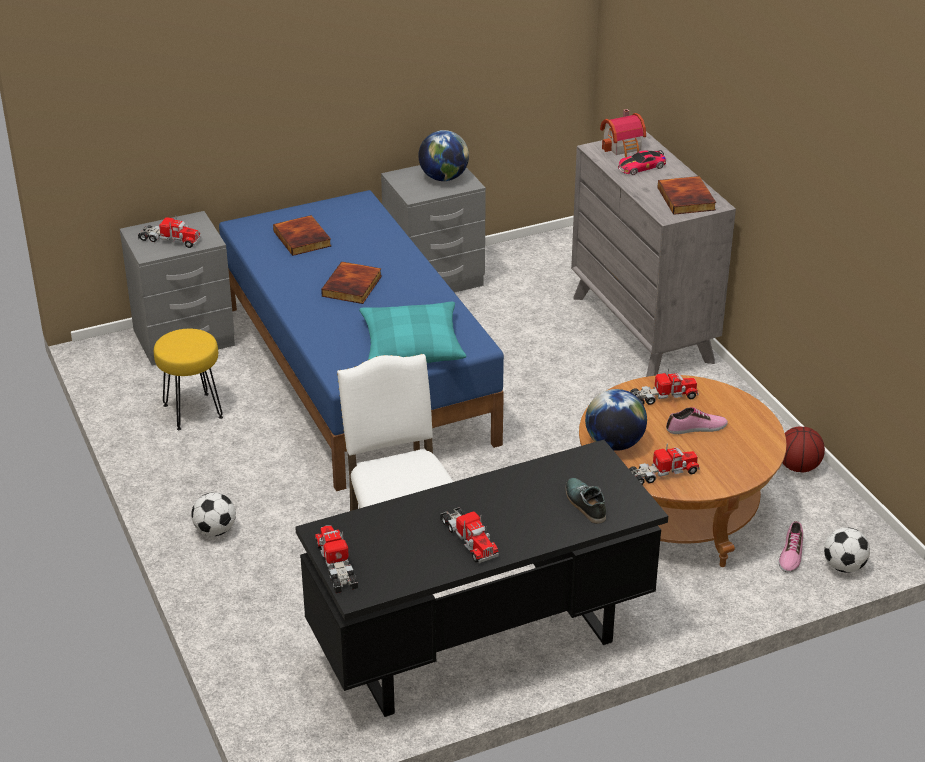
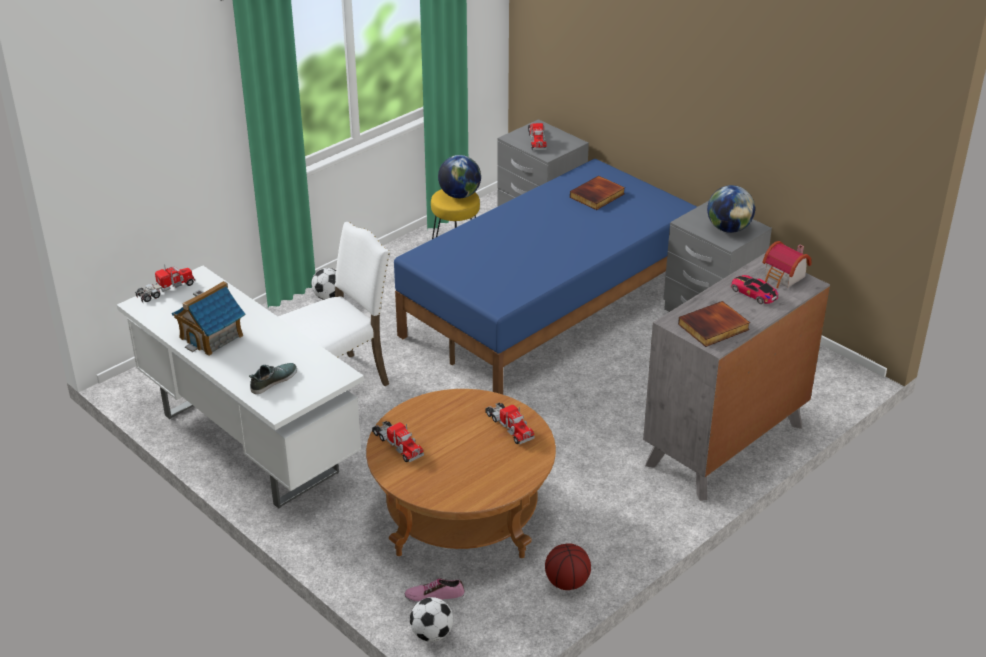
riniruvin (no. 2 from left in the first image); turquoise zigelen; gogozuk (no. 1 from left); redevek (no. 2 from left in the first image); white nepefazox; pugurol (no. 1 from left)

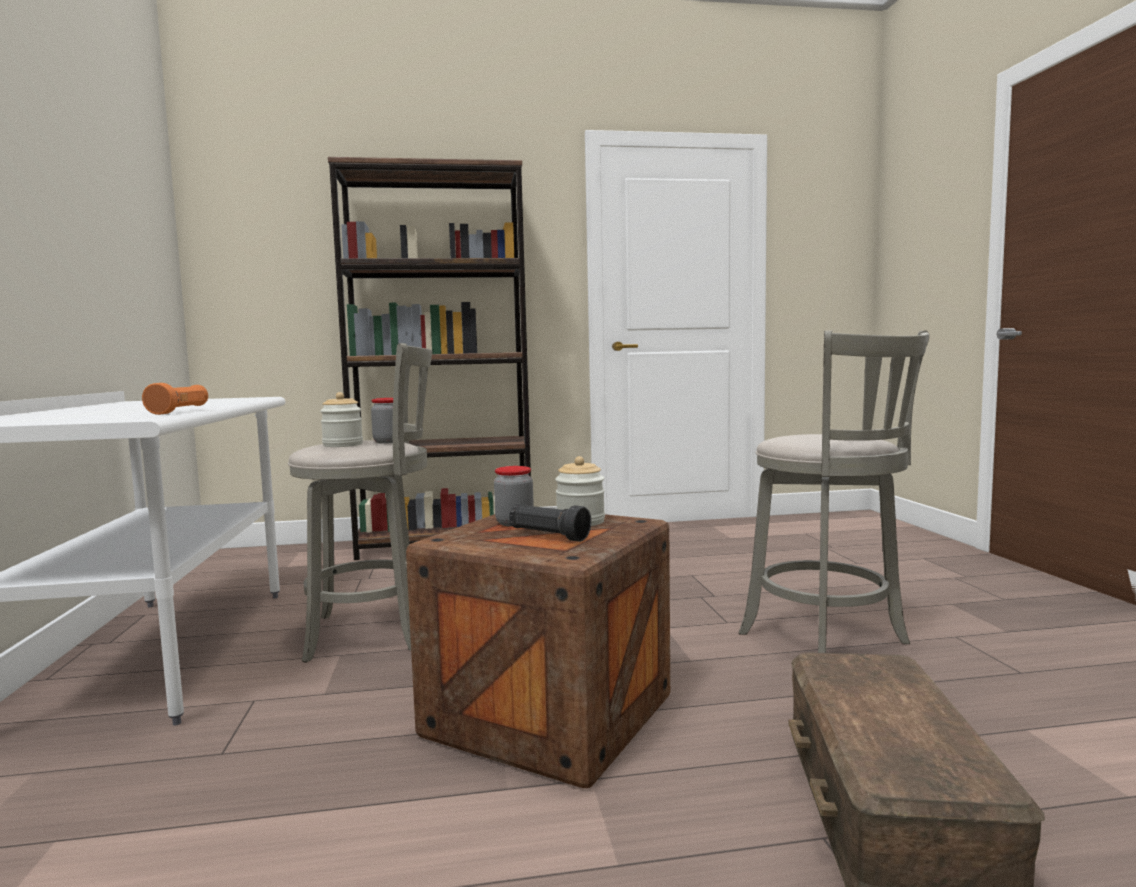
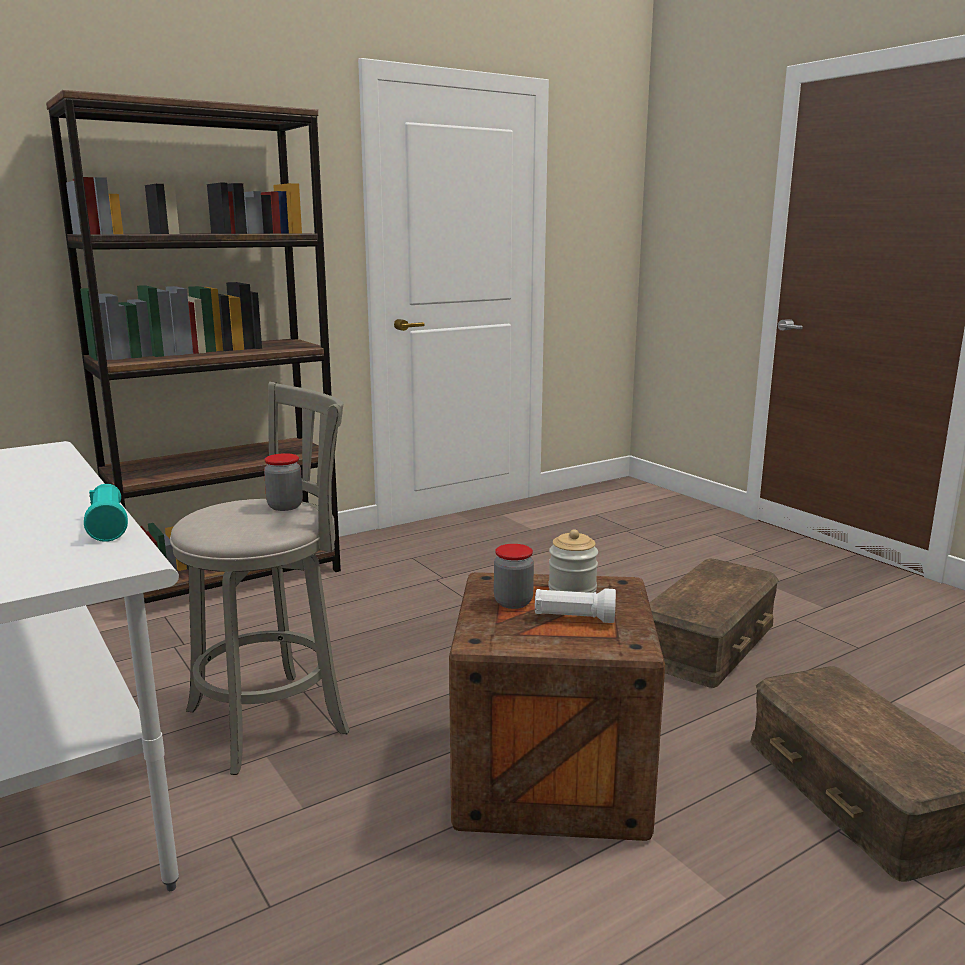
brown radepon (no. 1 from left); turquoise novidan; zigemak (no. 1 from left in the first image); white novidan

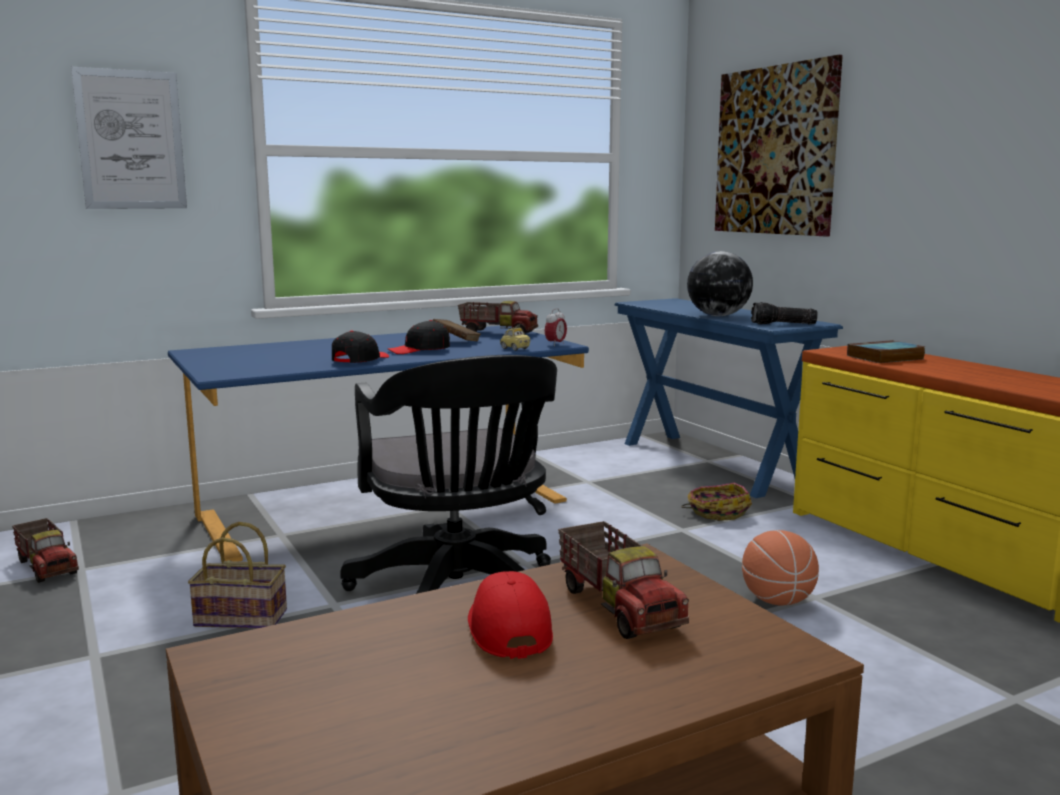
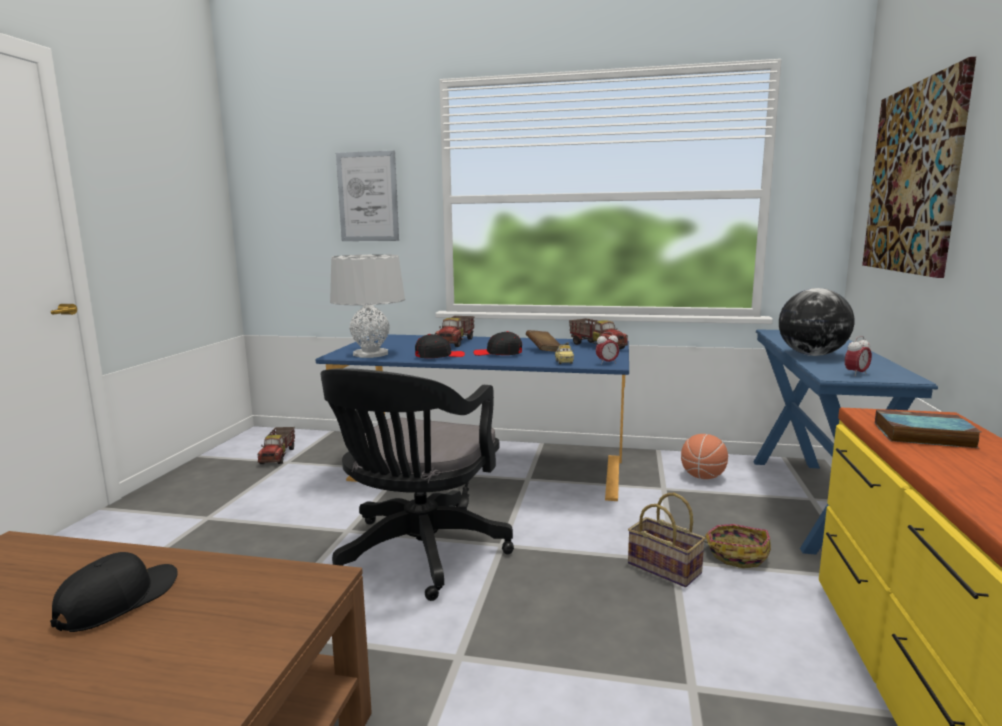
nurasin (no. 2 from left); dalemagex (no. 2 from left); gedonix (no. 1 from left); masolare; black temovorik (no. 1 from left); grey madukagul

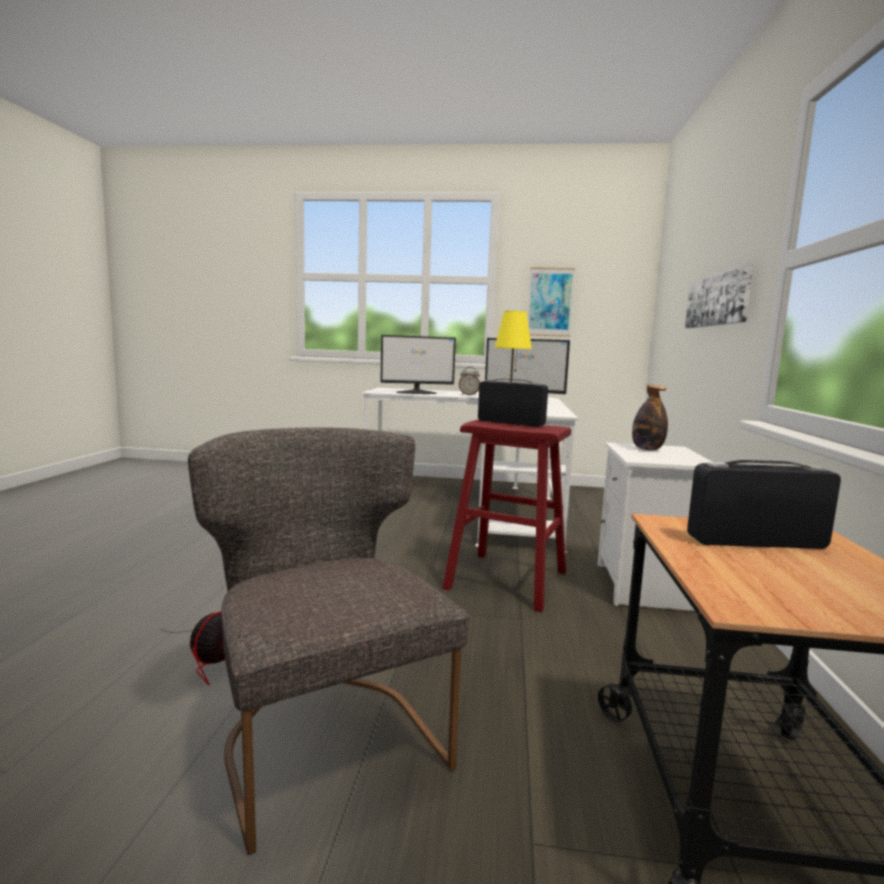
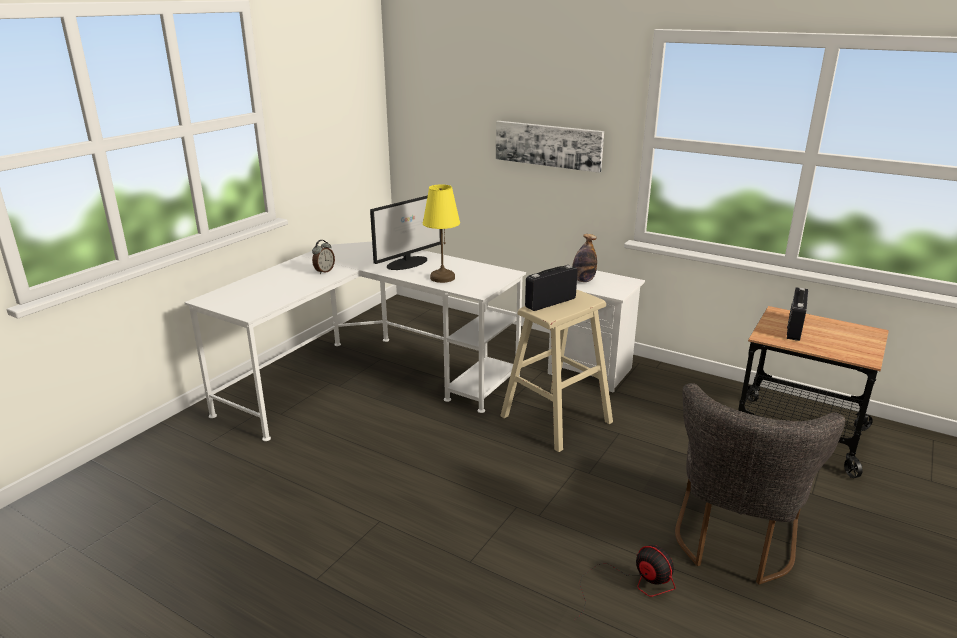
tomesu (no. 1 from left in the first image); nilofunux (no. 1 from left in the first image); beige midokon; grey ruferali

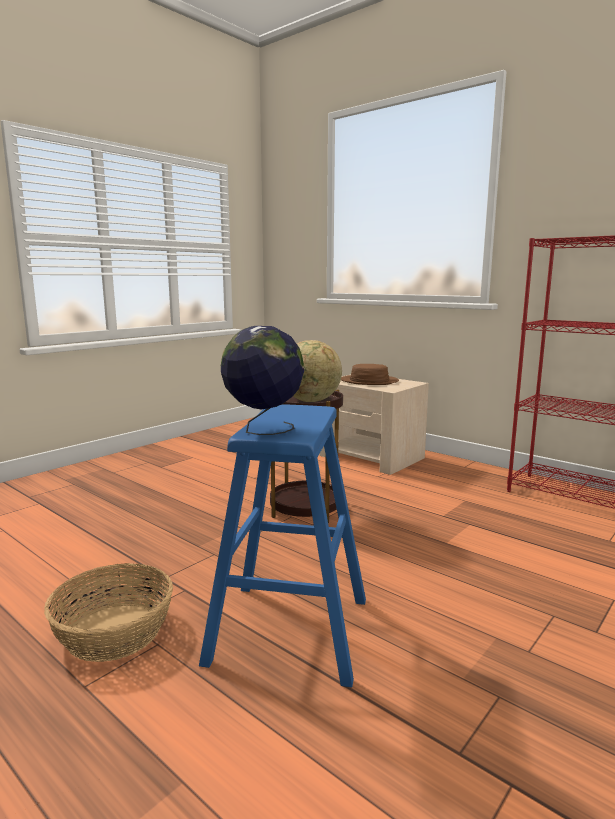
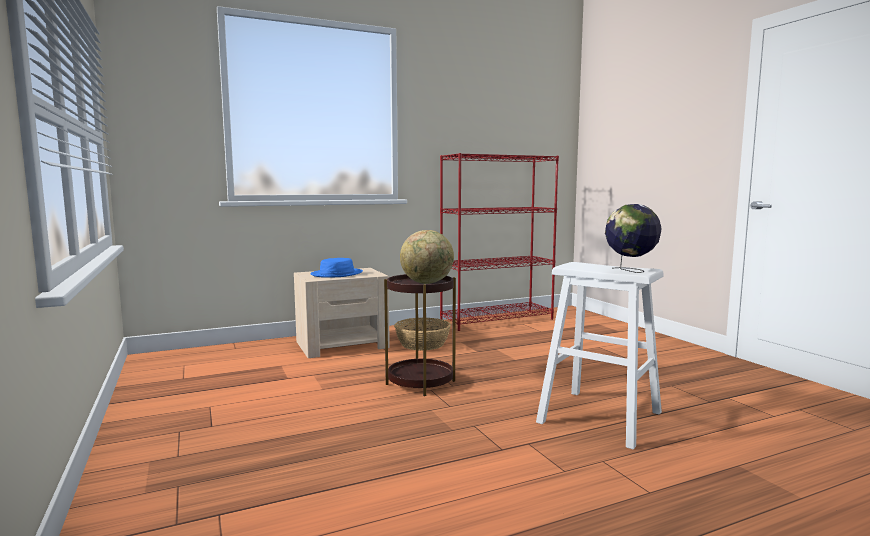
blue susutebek; white midokon; gedonix

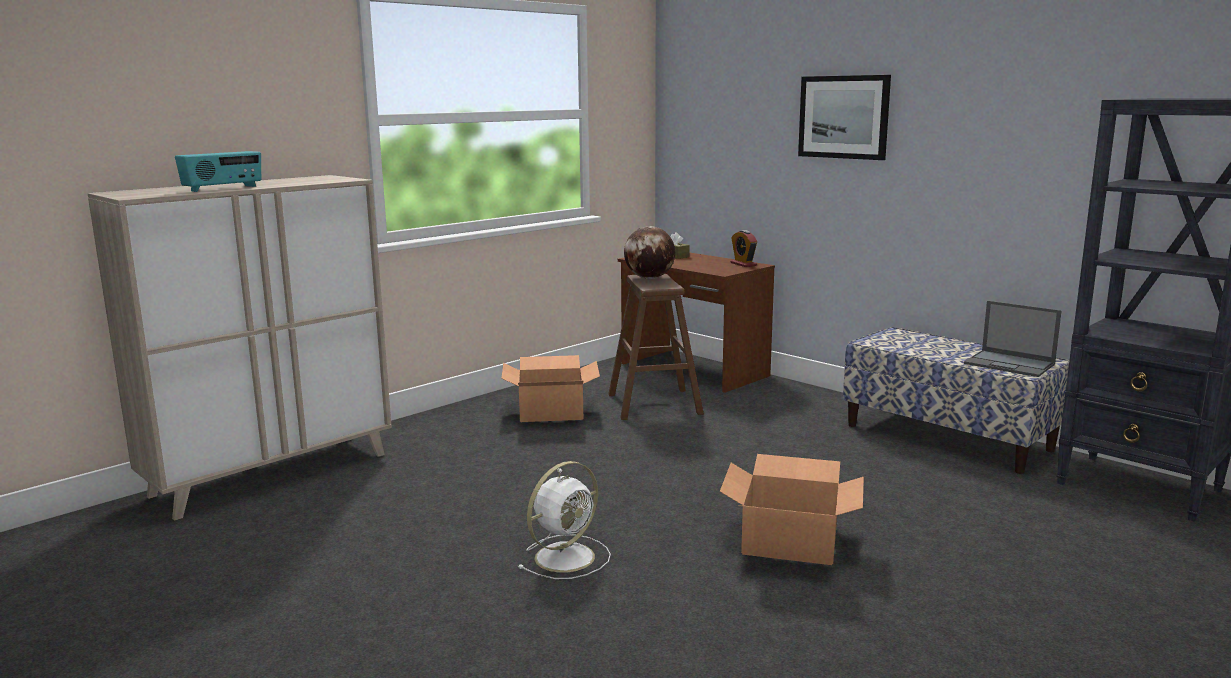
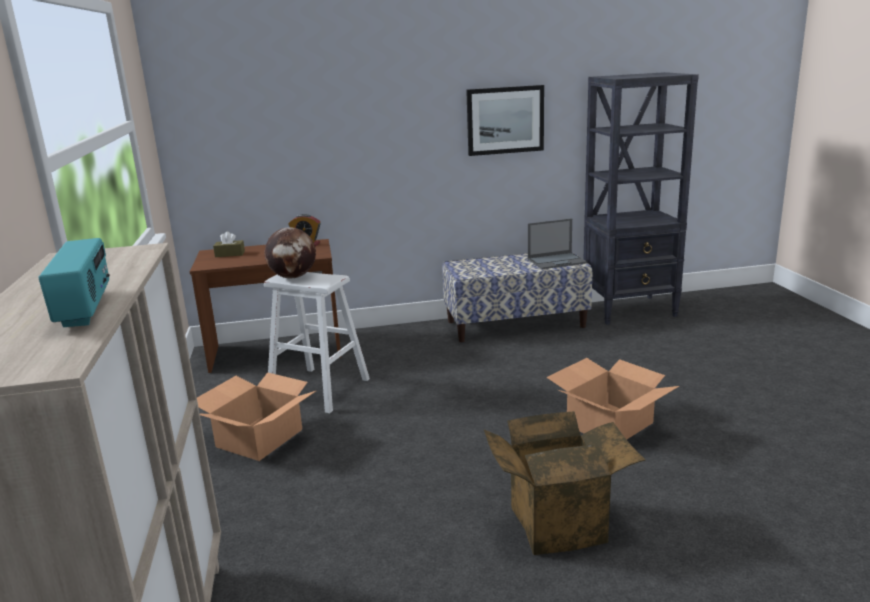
tomesu; white midokon; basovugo (no. 2 from left)

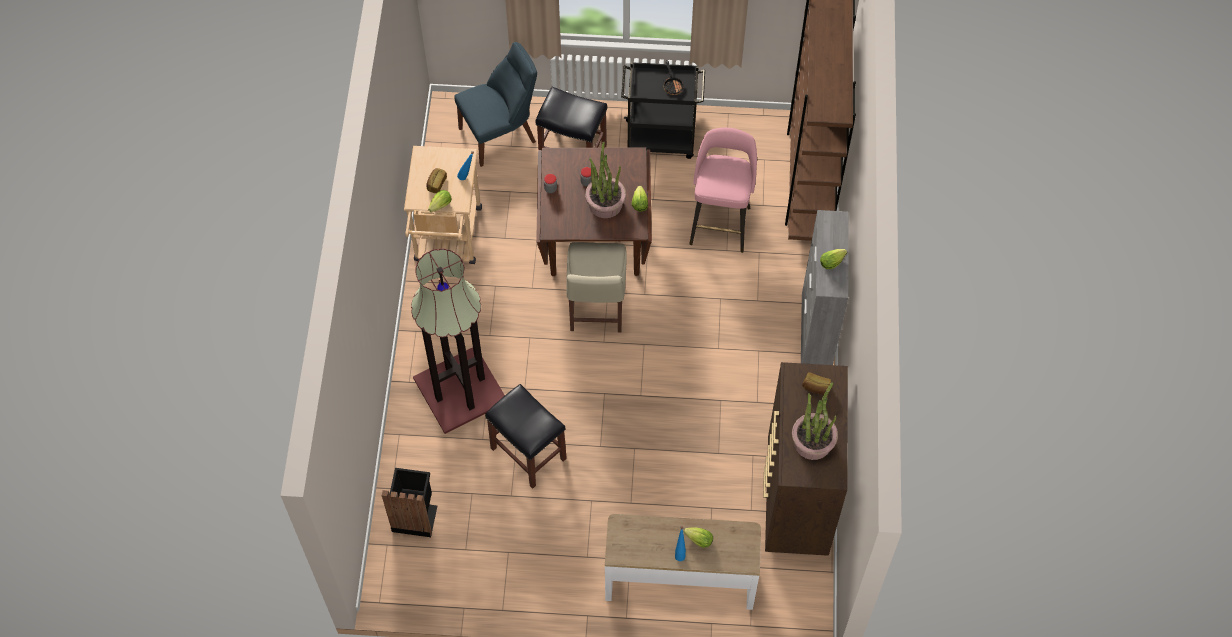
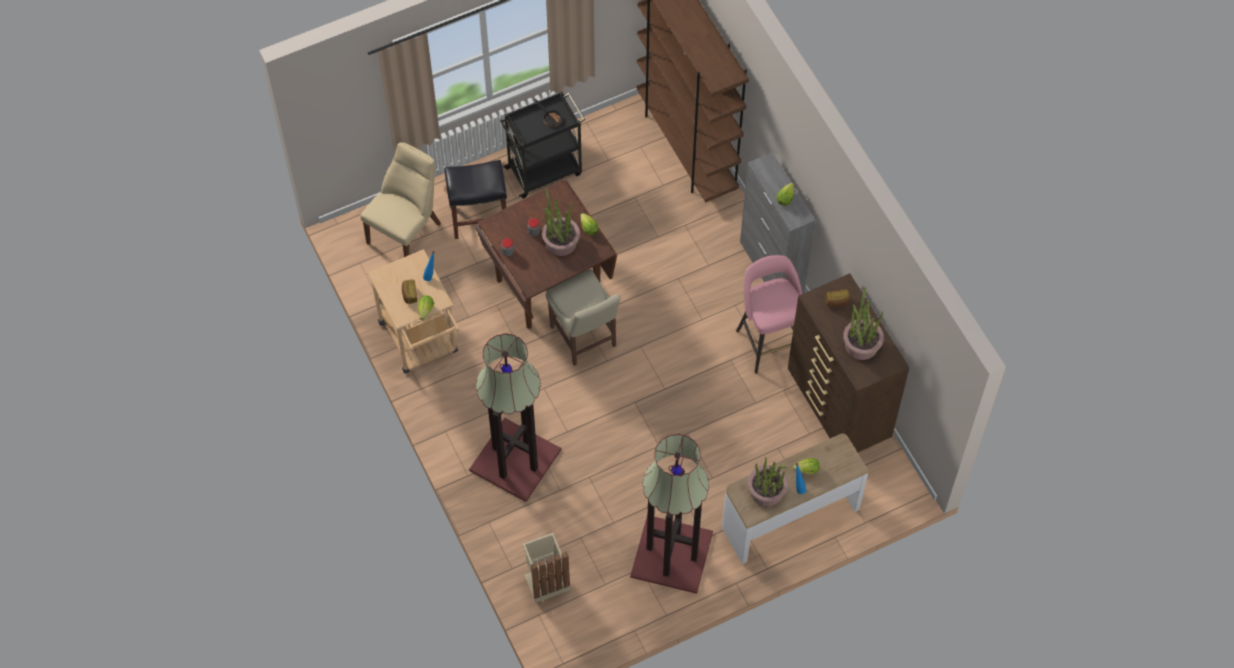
beige ruferali (no. 1 from left); pink midokon; black midokon (no. 1 from left in the first image); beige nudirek; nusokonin (no. 2 from left); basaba (no. 2 from left)

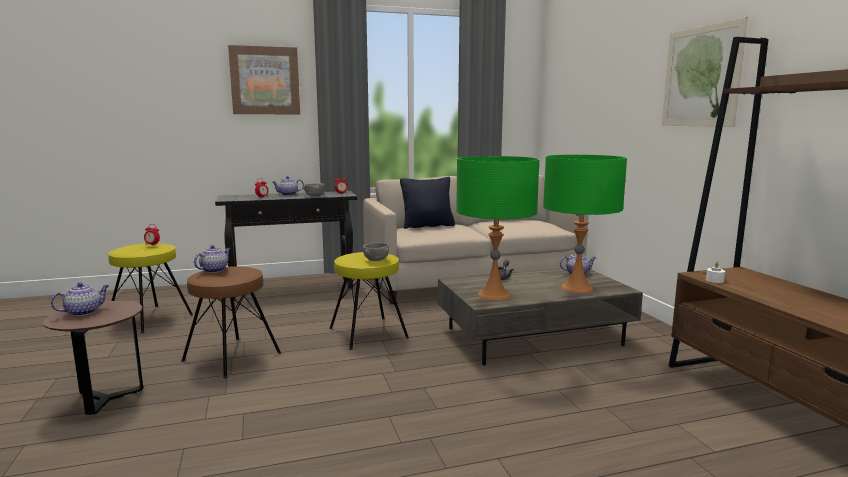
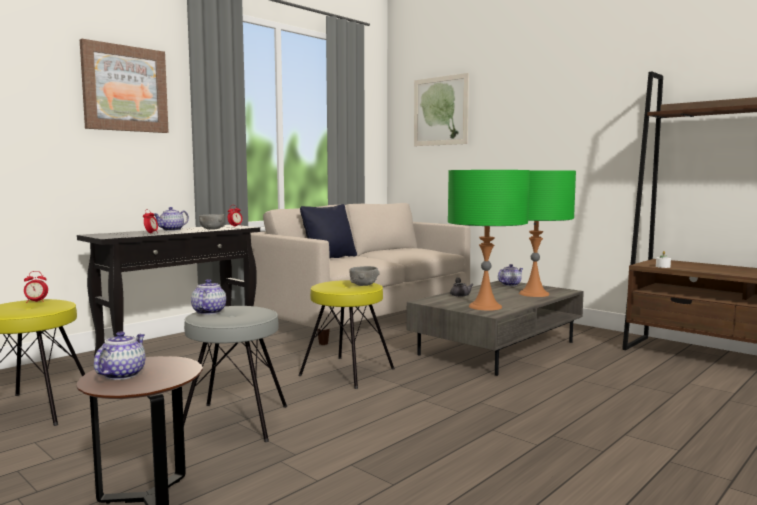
tomesu (no. 2 from left); grey midokon

